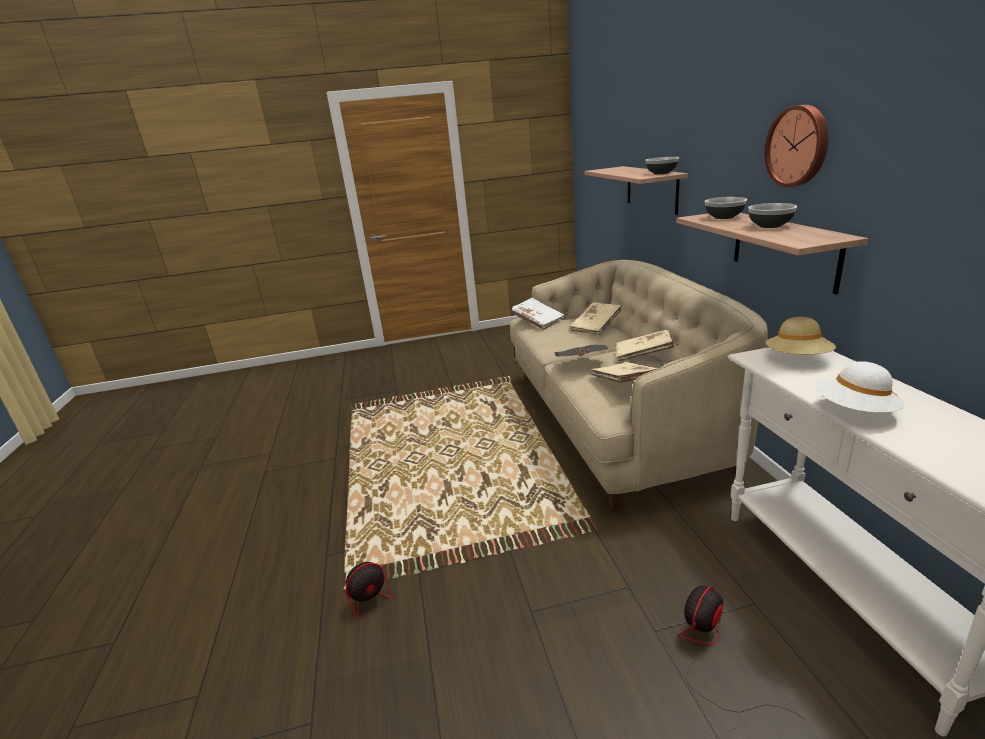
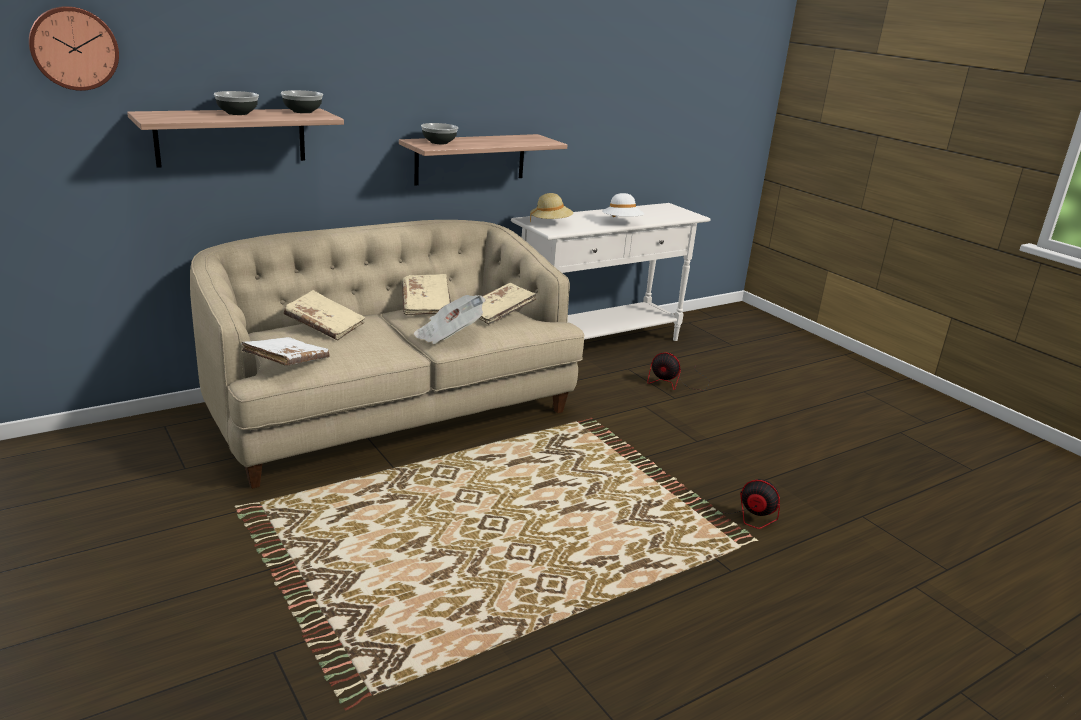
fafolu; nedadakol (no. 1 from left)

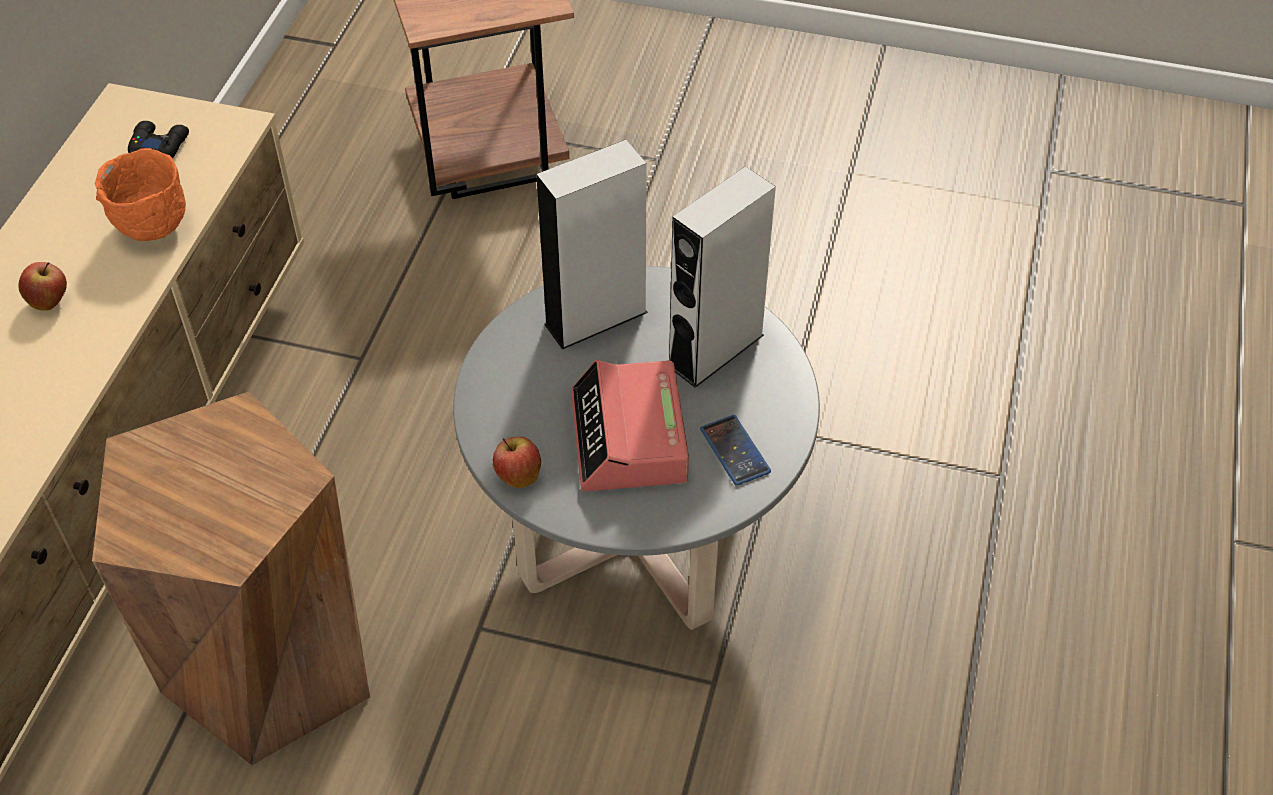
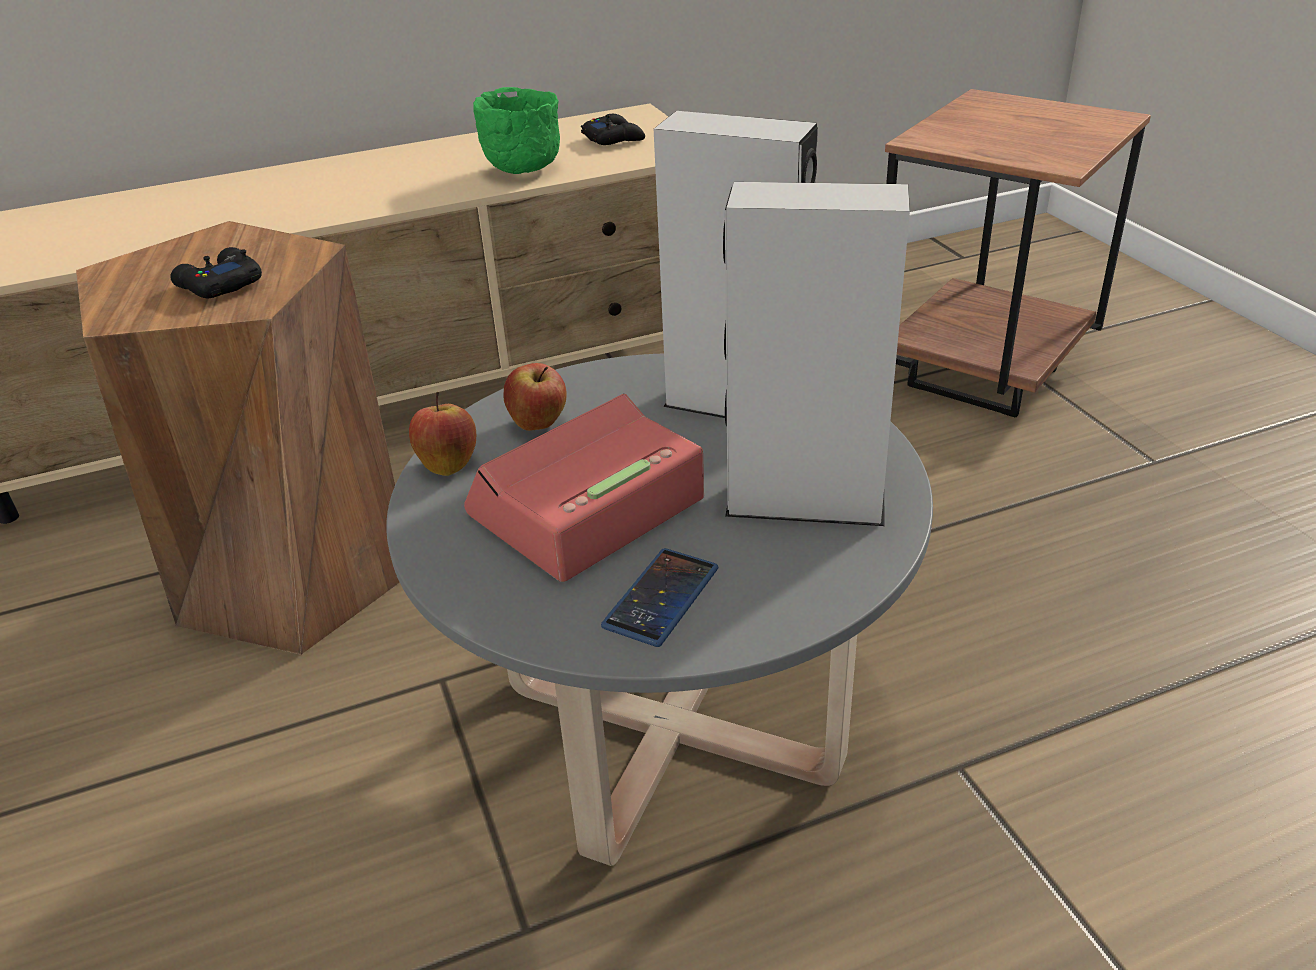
green nedadakol; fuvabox (no. 2 from left); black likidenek (no. 1 from left)

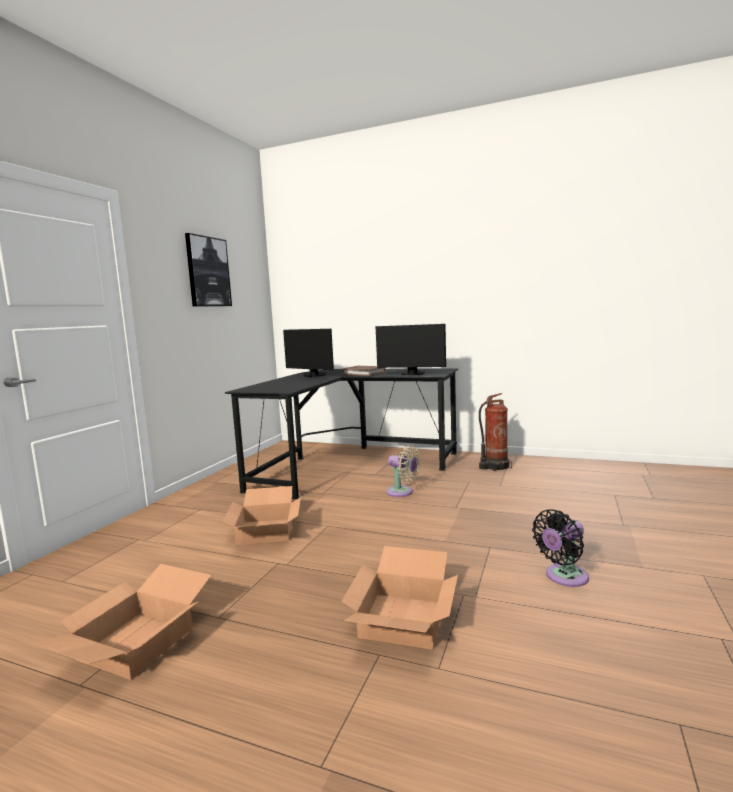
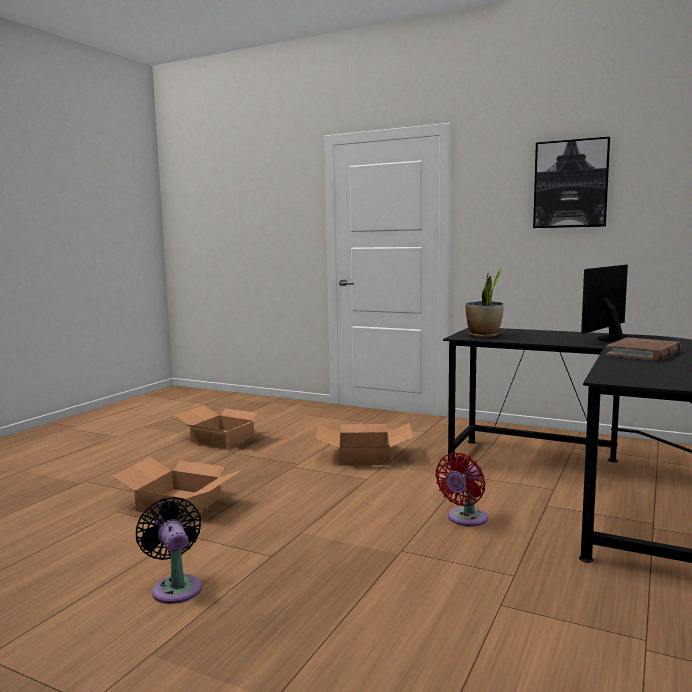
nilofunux (no. 2 from left in the first image); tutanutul; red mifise; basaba

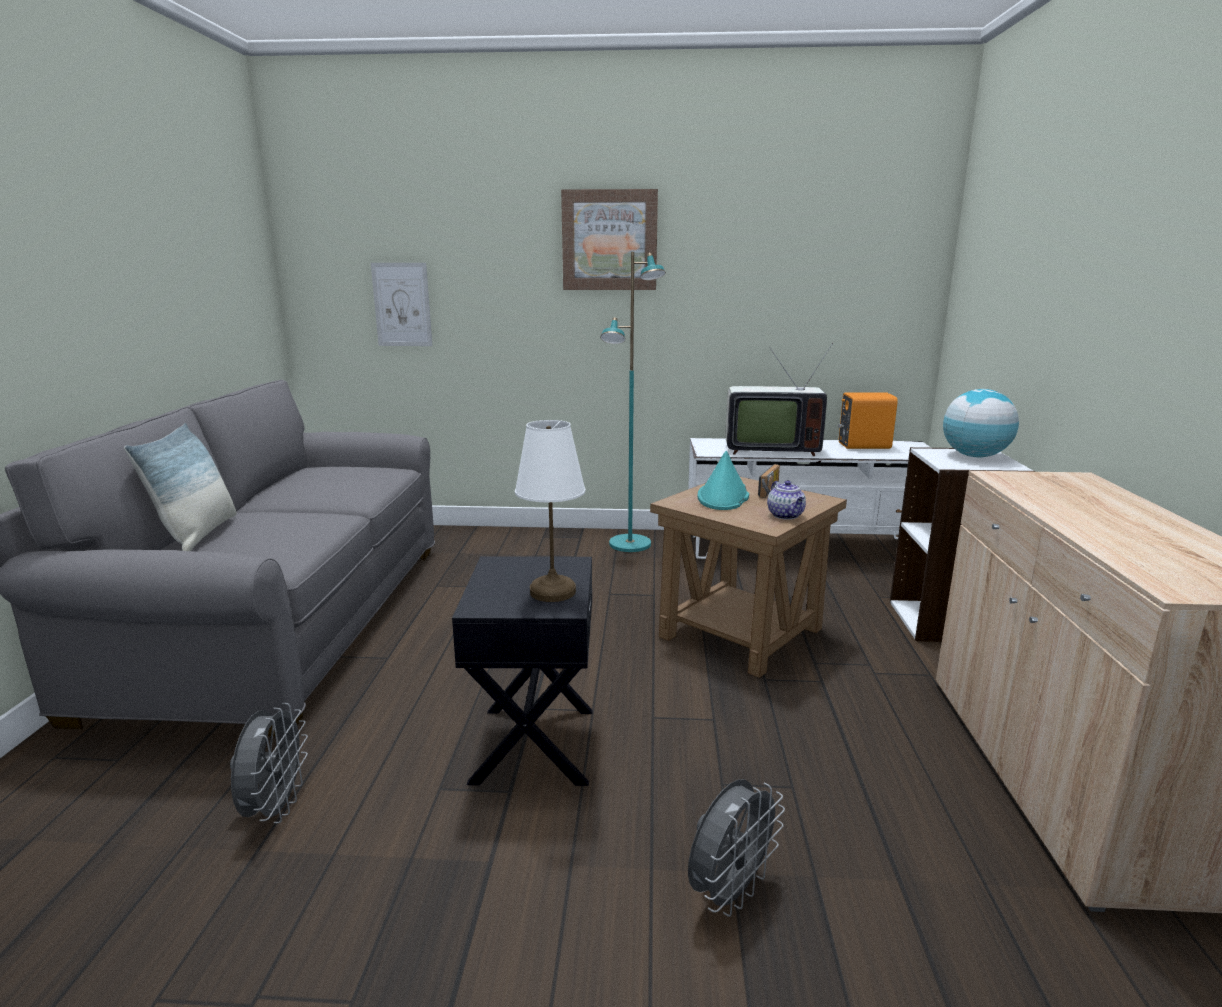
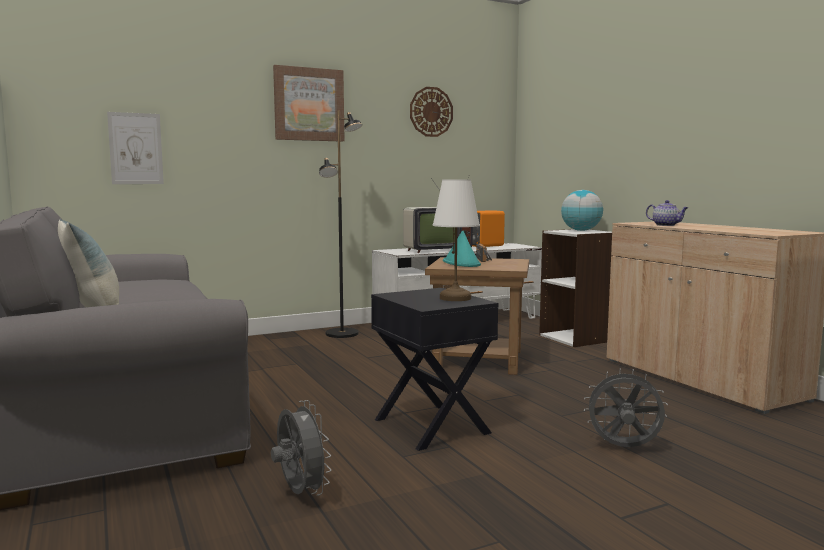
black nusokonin; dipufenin; grey mifise (no. 2 from left); fafolu

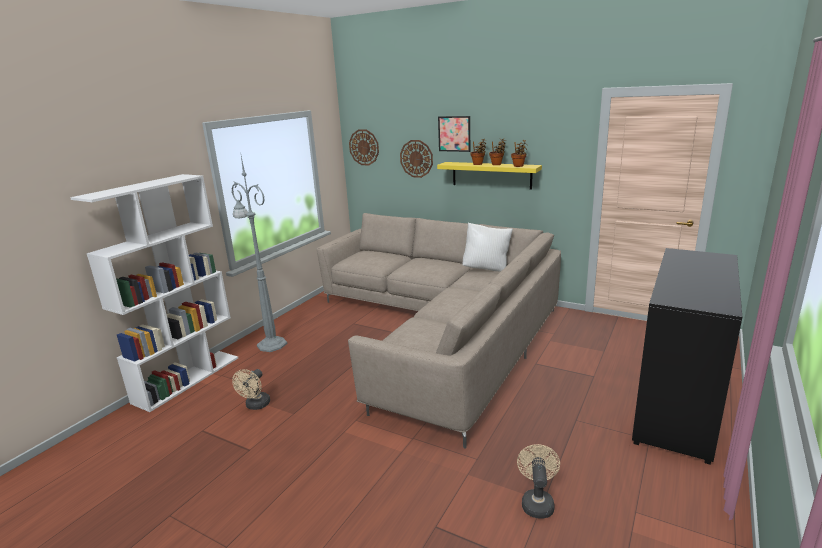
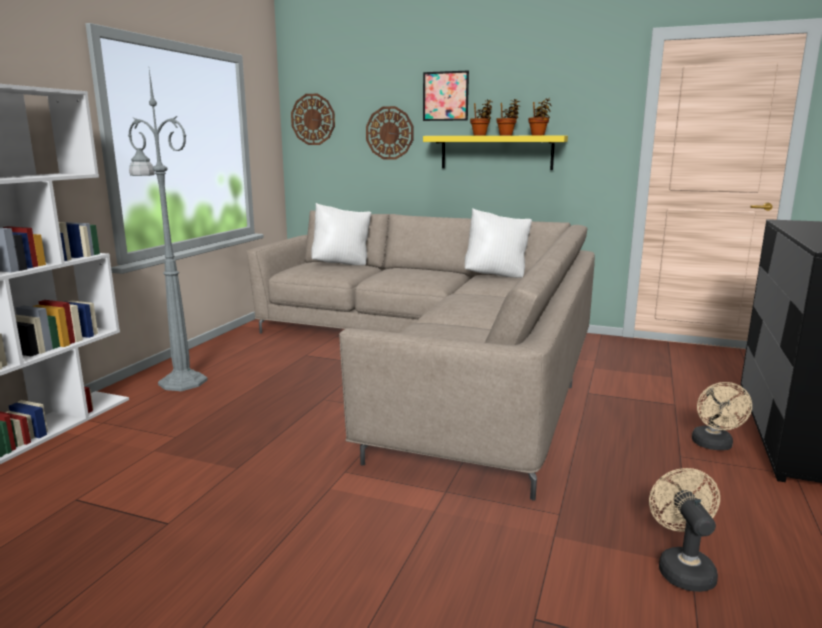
beige mifise (no. 2 from left); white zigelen (no. 1 from left)

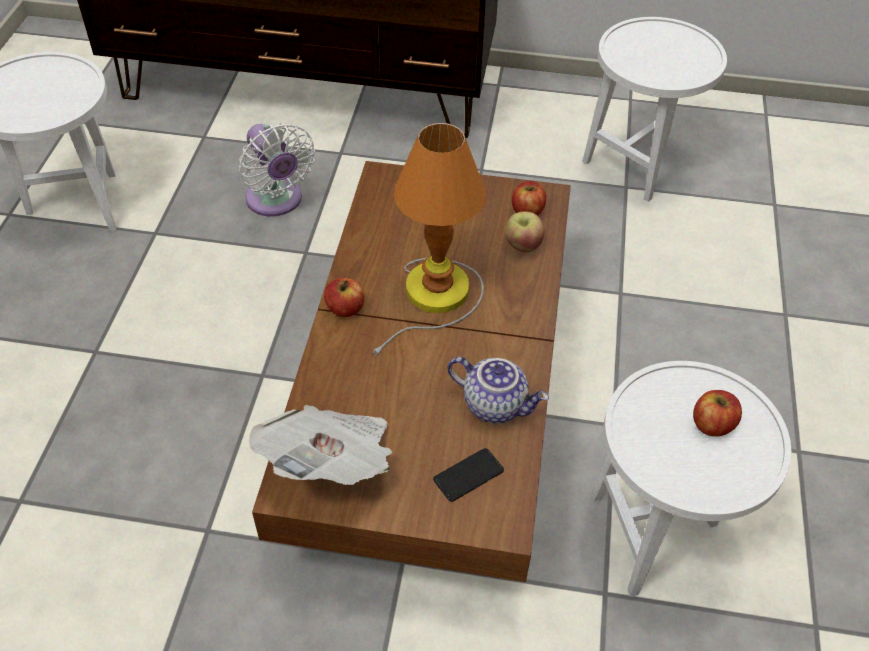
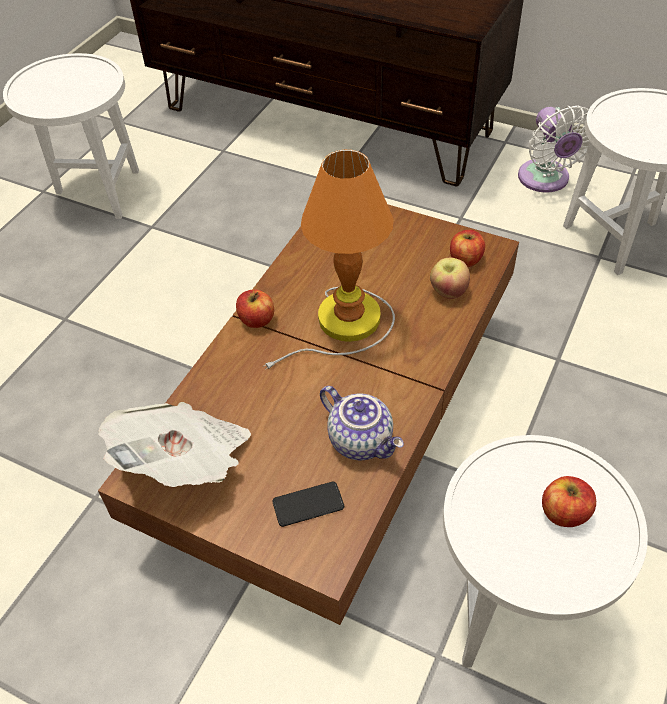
white mifise

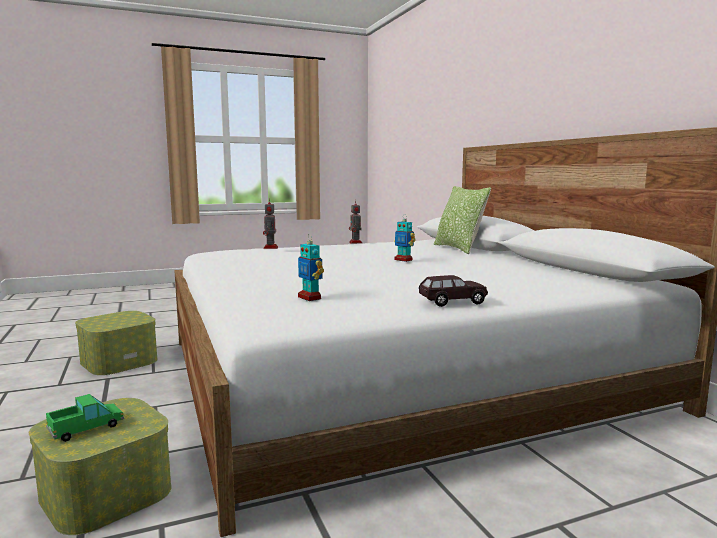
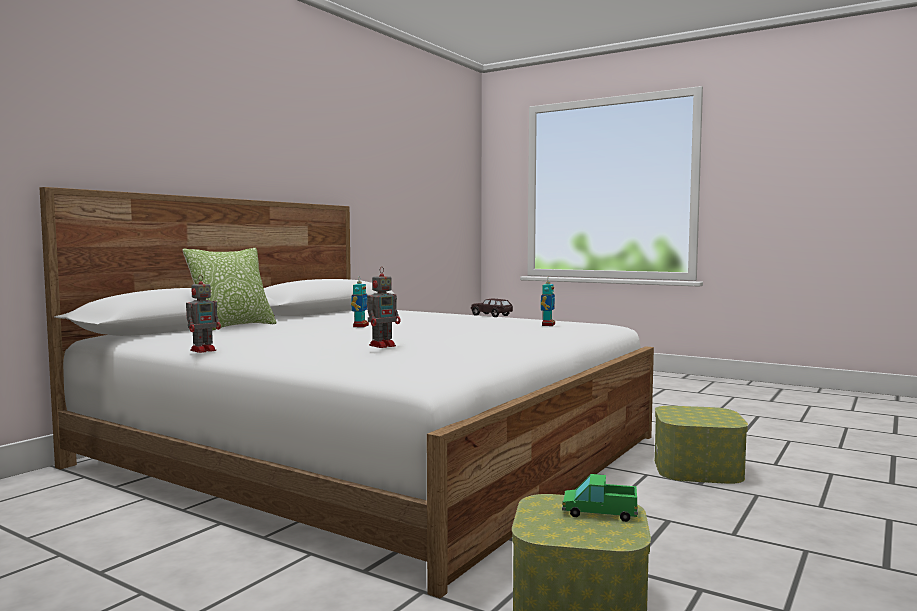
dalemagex

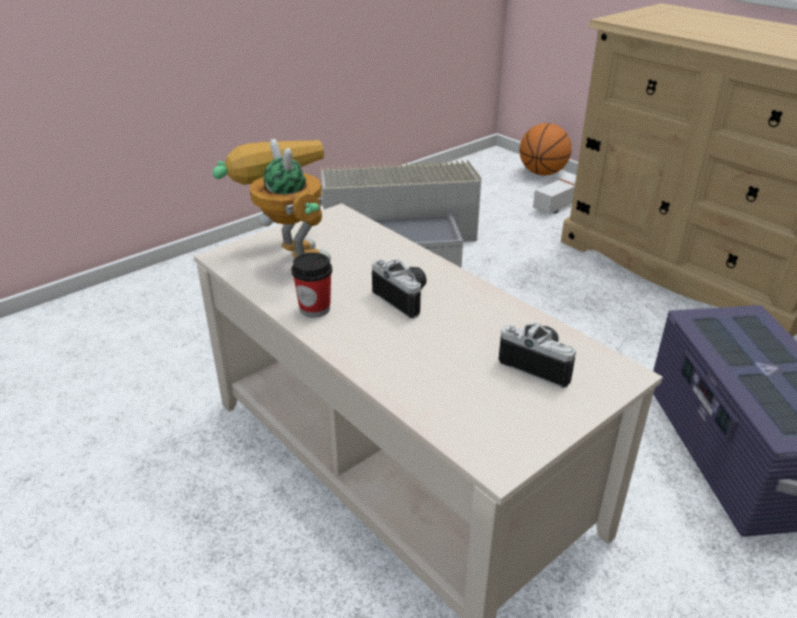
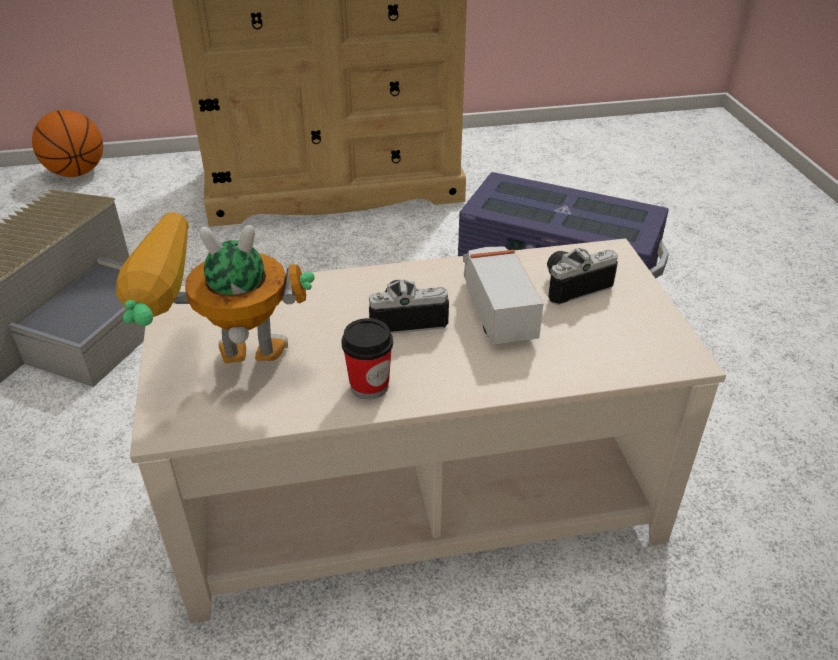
dalemagex

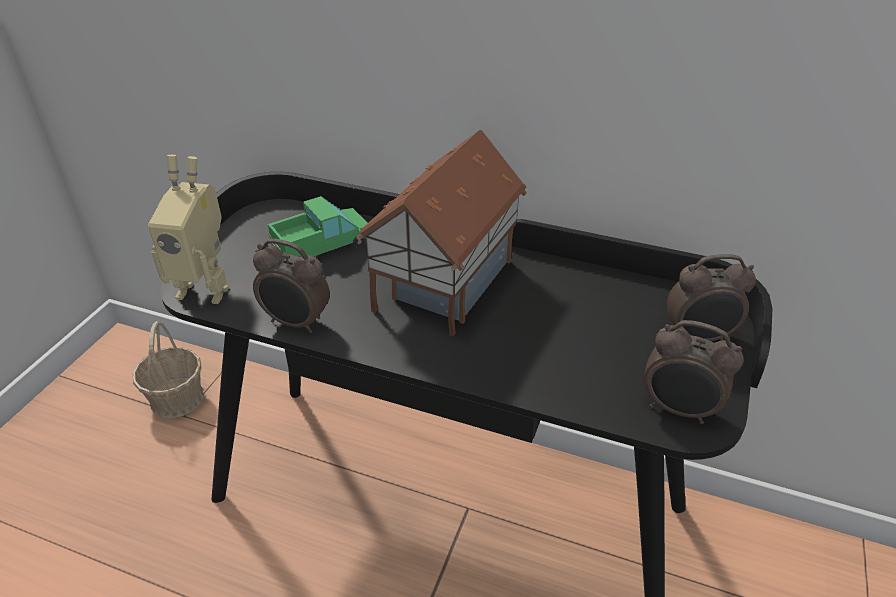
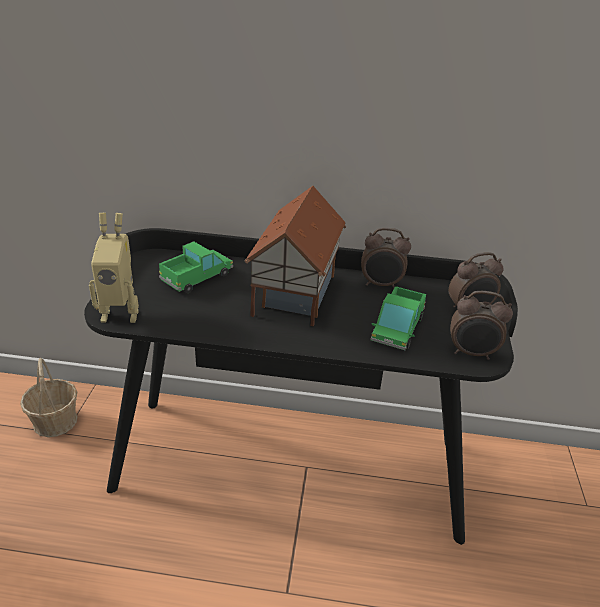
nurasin (no. 1 from left); dalemagex (no. 2 from left)

